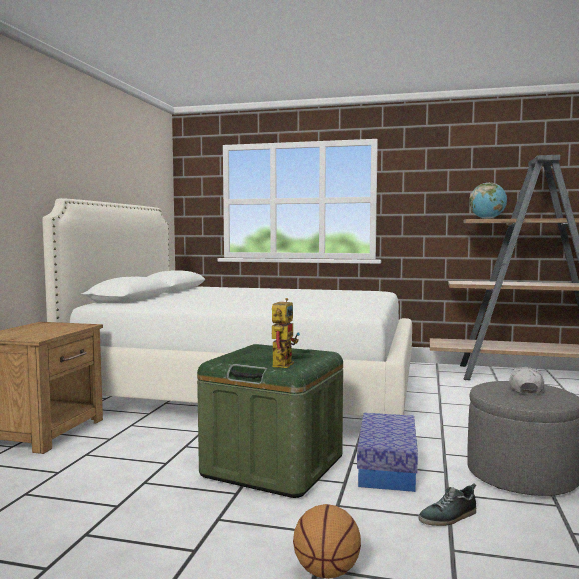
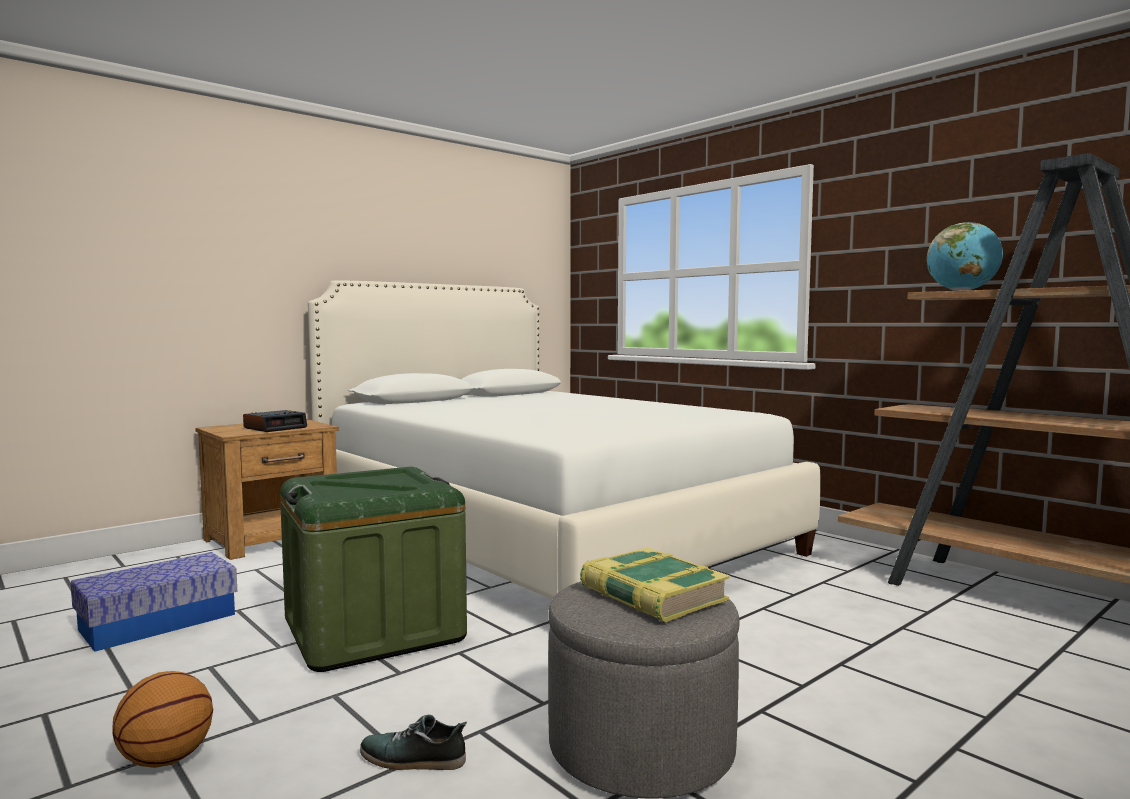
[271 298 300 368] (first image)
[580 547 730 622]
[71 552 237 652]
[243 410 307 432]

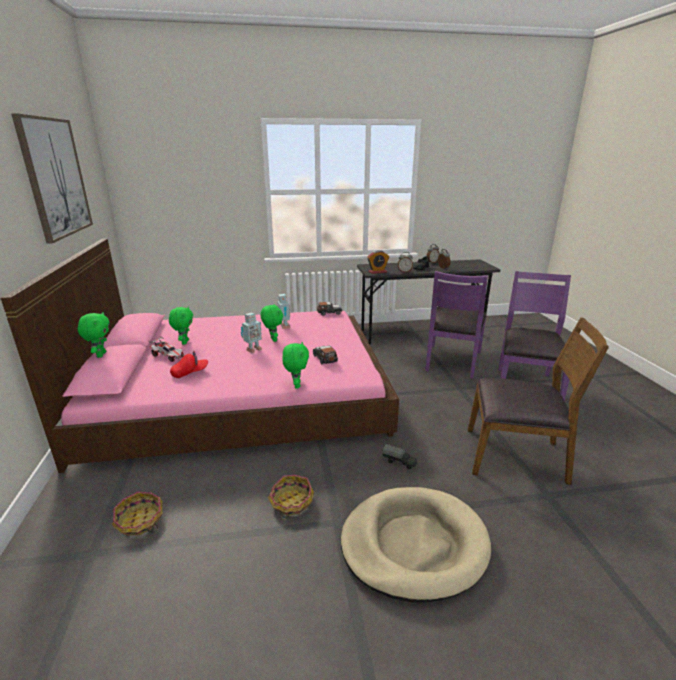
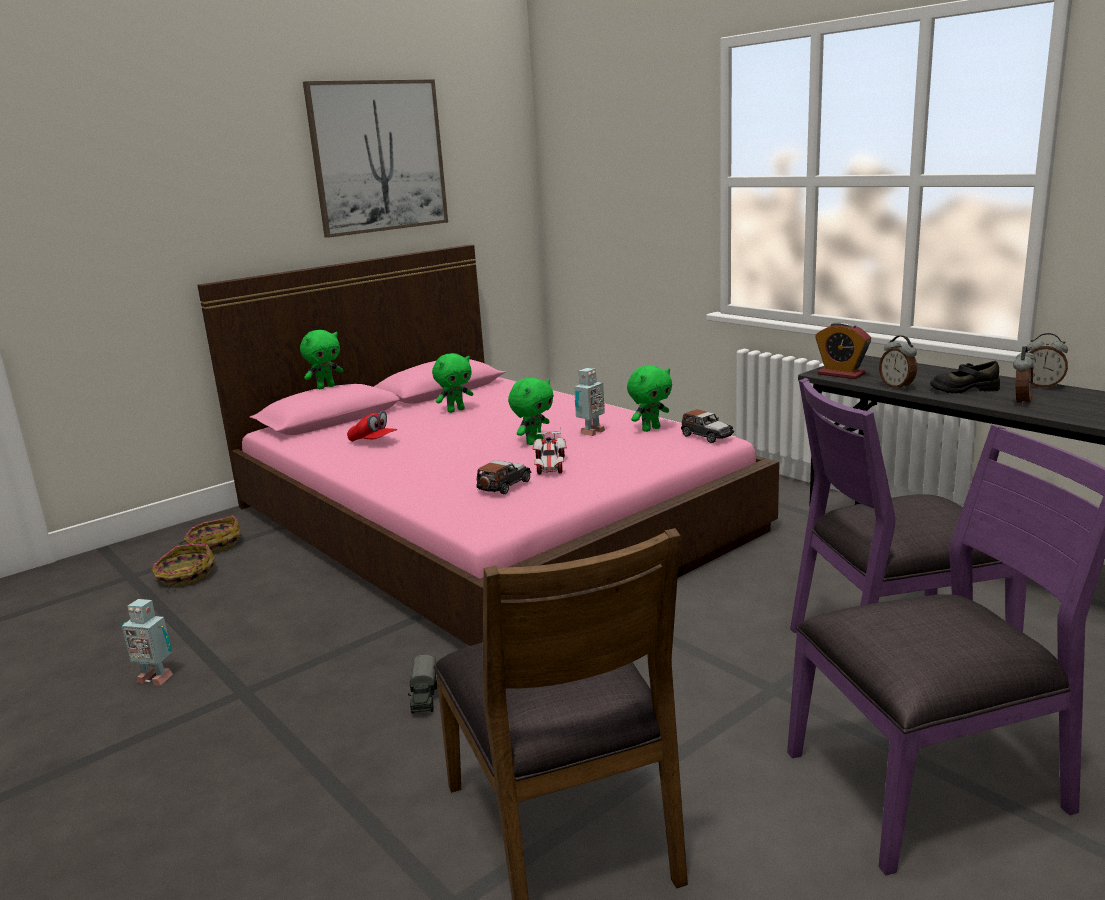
[121 599 173 685]
[533 427 567 475]
[627 365 672 432]
[178 515 241 553]
[341 487 491 602] (first image)

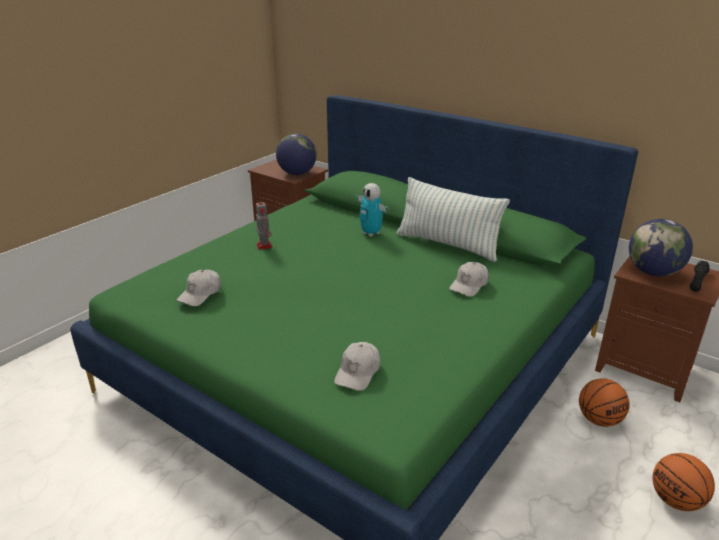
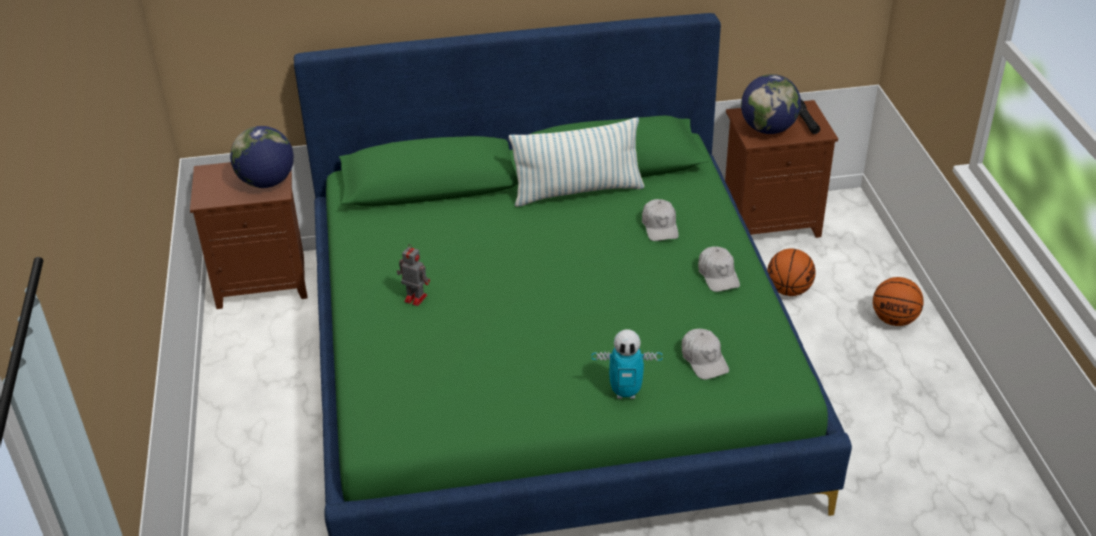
[592 329 663 399]
[698 246 740 292]

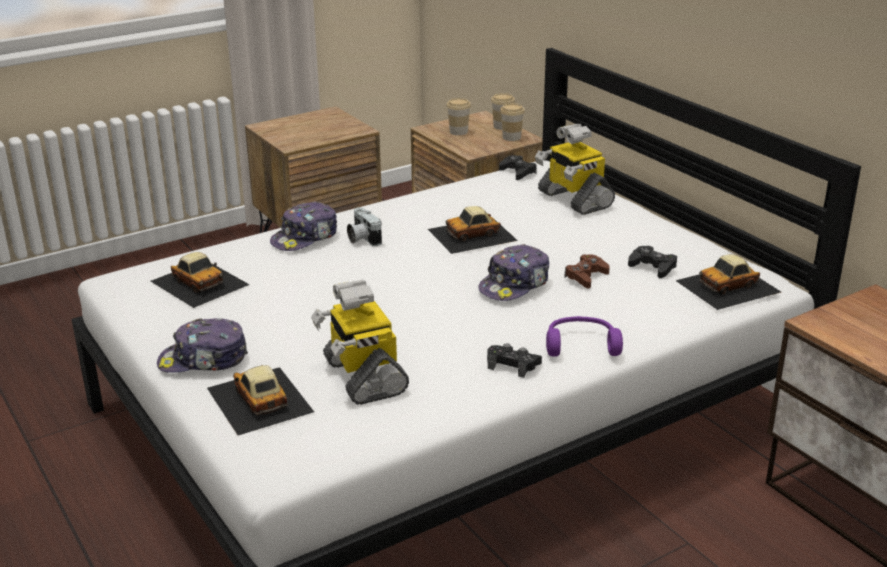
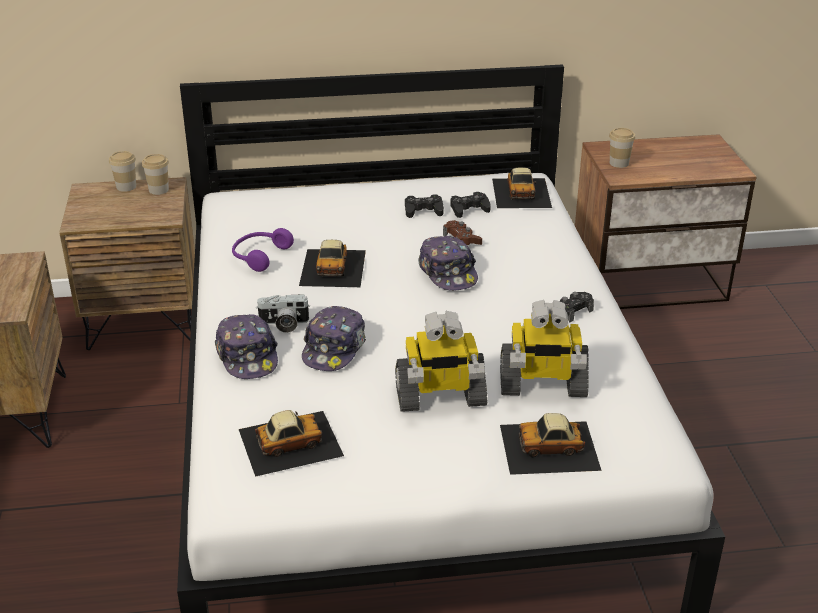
[609 128 635 168]
[395 311 487 412]
[405 194 444 218]
[232 228 294 272]
[302 306 366 371]

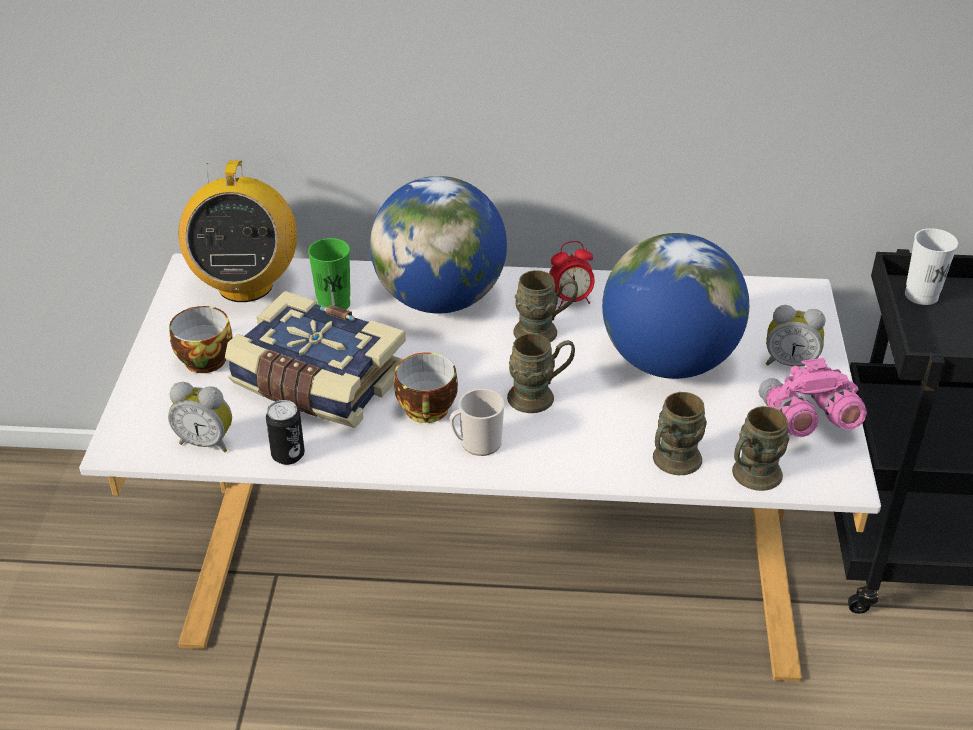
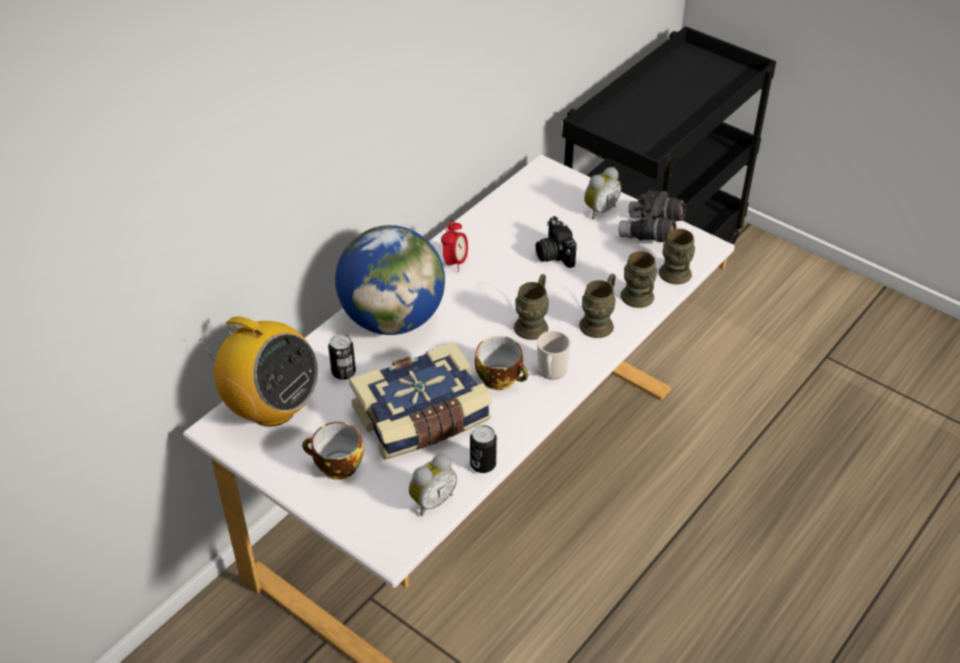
[905 228 958 305] (first image)
[536 216 577 268]
[328 334 356 380]
[579 274 616 338]
[618 189 686 242]

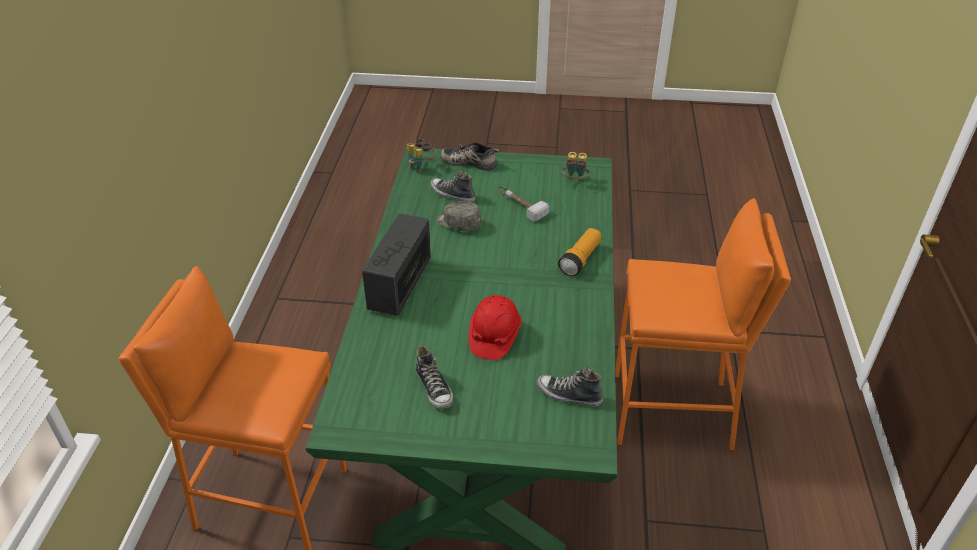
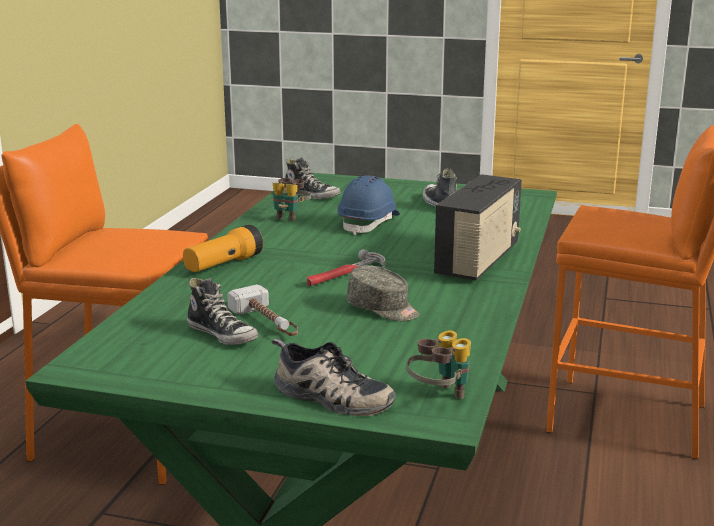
[273 178 311 222]
[187 278 258 345]
[337 175 400 235]
[307 249 385 286]

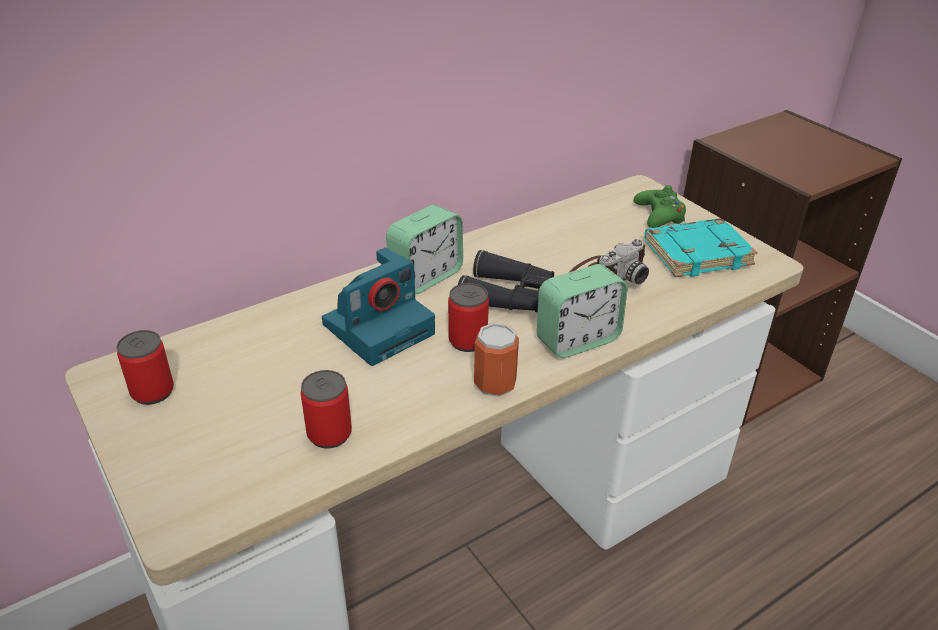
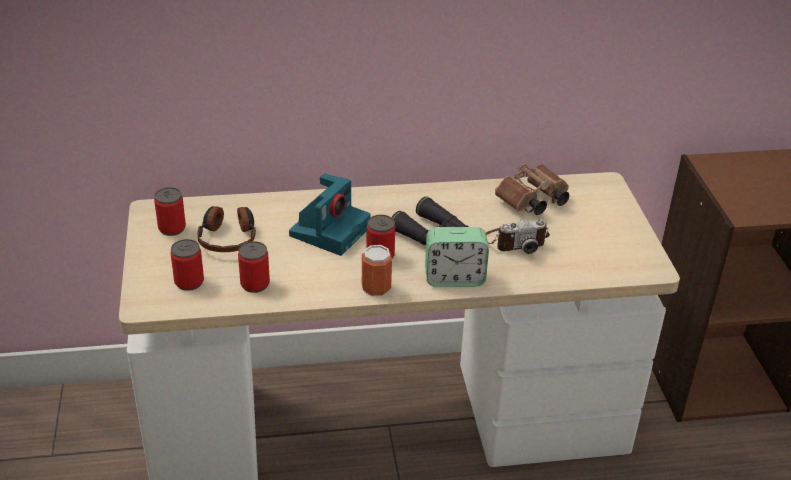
[633 185 686 228] (first image)
[386 205 463 294] (first image)
[644 218 758 277] (first image)
[289 173 371 256]
[495 164 569 215]
[197 206 256 252]
[171 239 204 291]

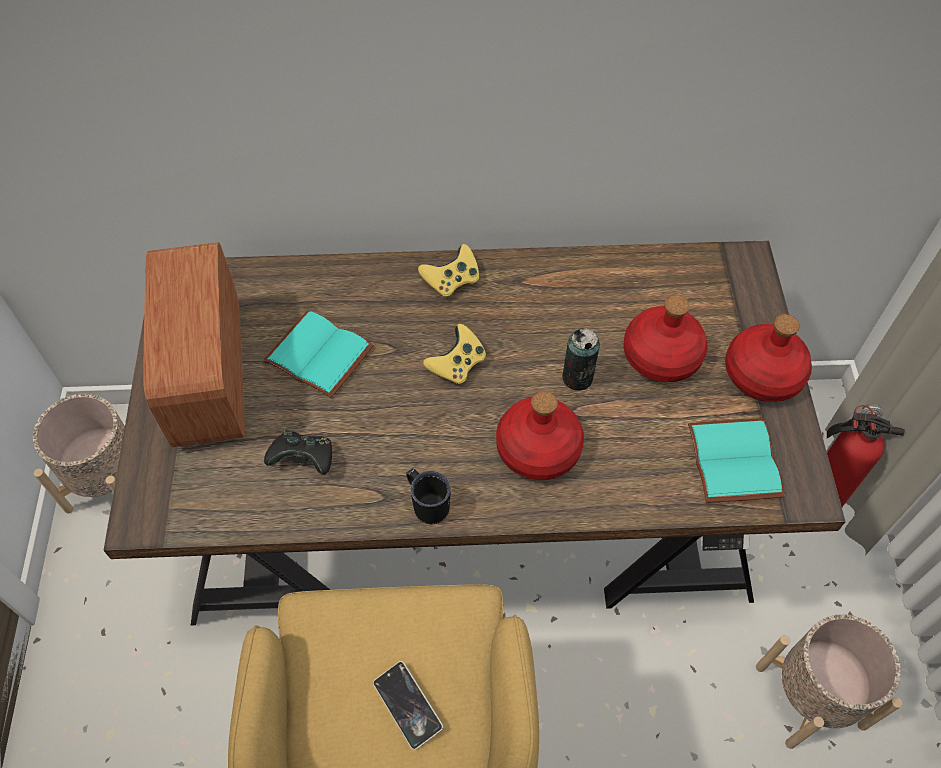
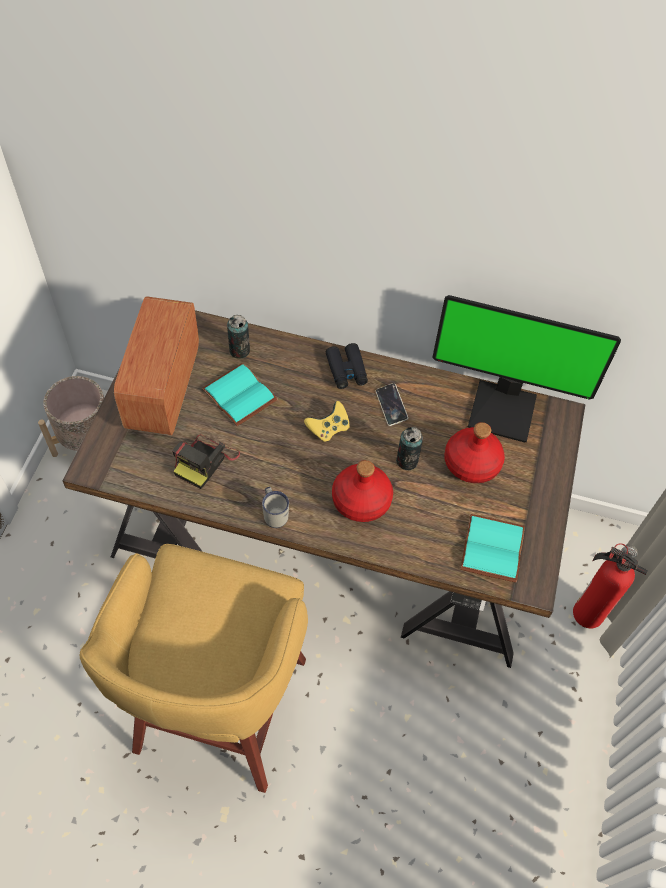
[326 343 368 389]
[725 314 812 402] (first image)
[172 435 240 489]
[262 487 289 528]
[756 614 903 749] (first image)
[376 383 408 426]
[432 295 621 442]
[227 315 250 359]

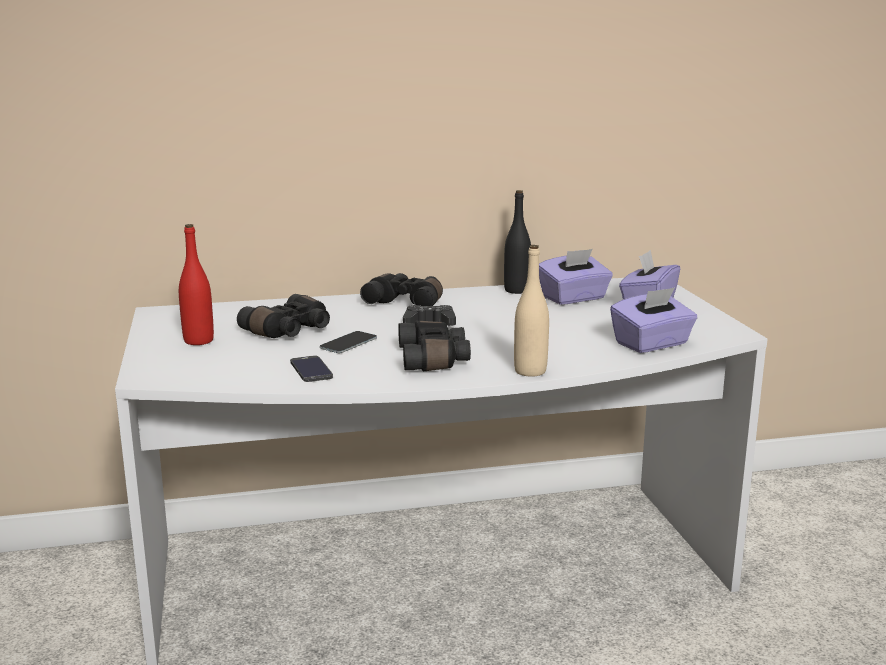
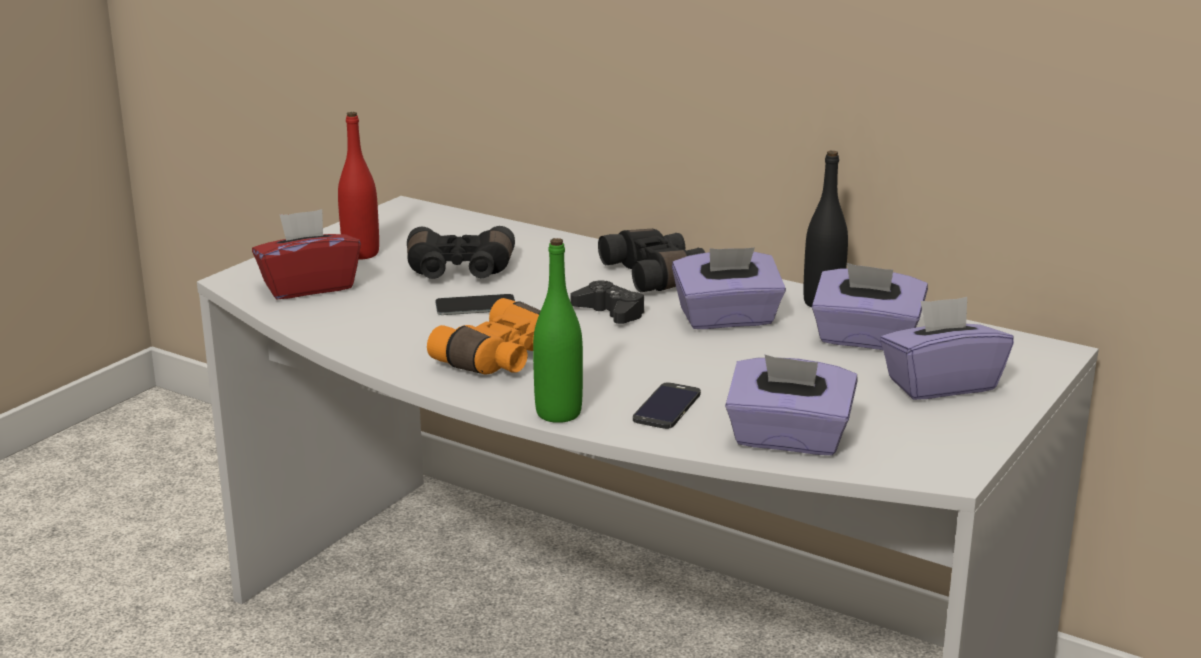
[533 238 583 423]
[427 298 541 375]
[633 382 701 429]
[252 209 361 299]
[672 247 786 329]

